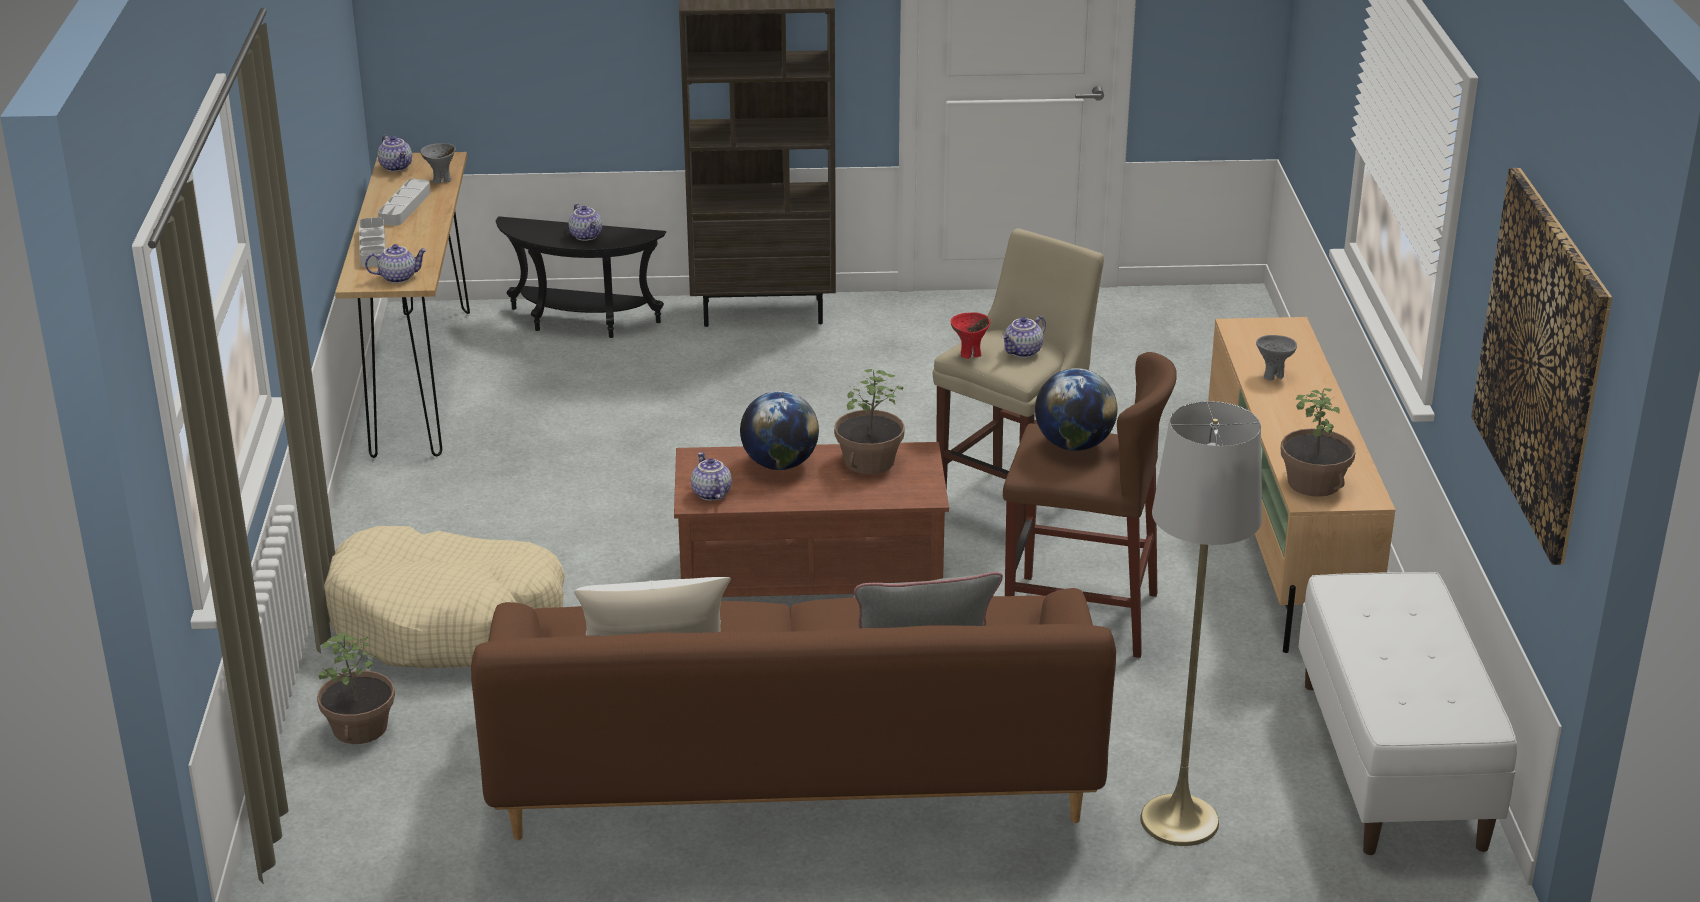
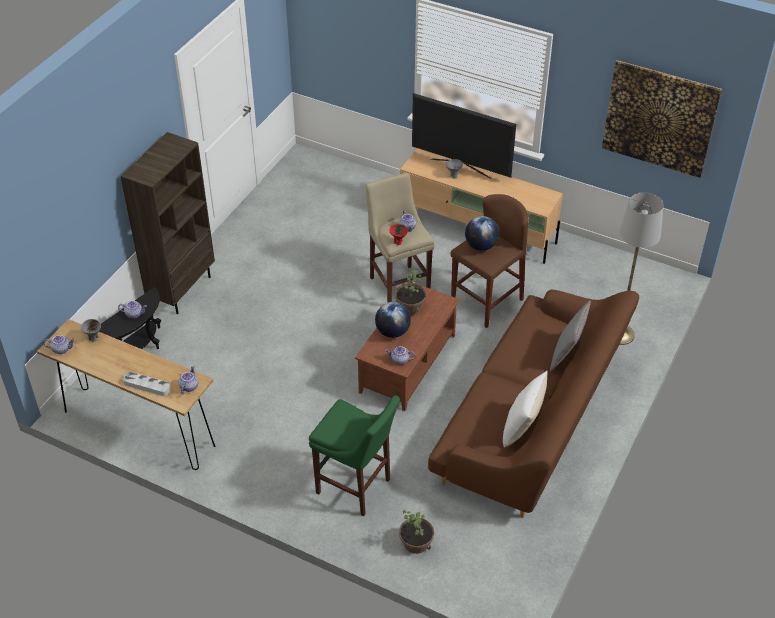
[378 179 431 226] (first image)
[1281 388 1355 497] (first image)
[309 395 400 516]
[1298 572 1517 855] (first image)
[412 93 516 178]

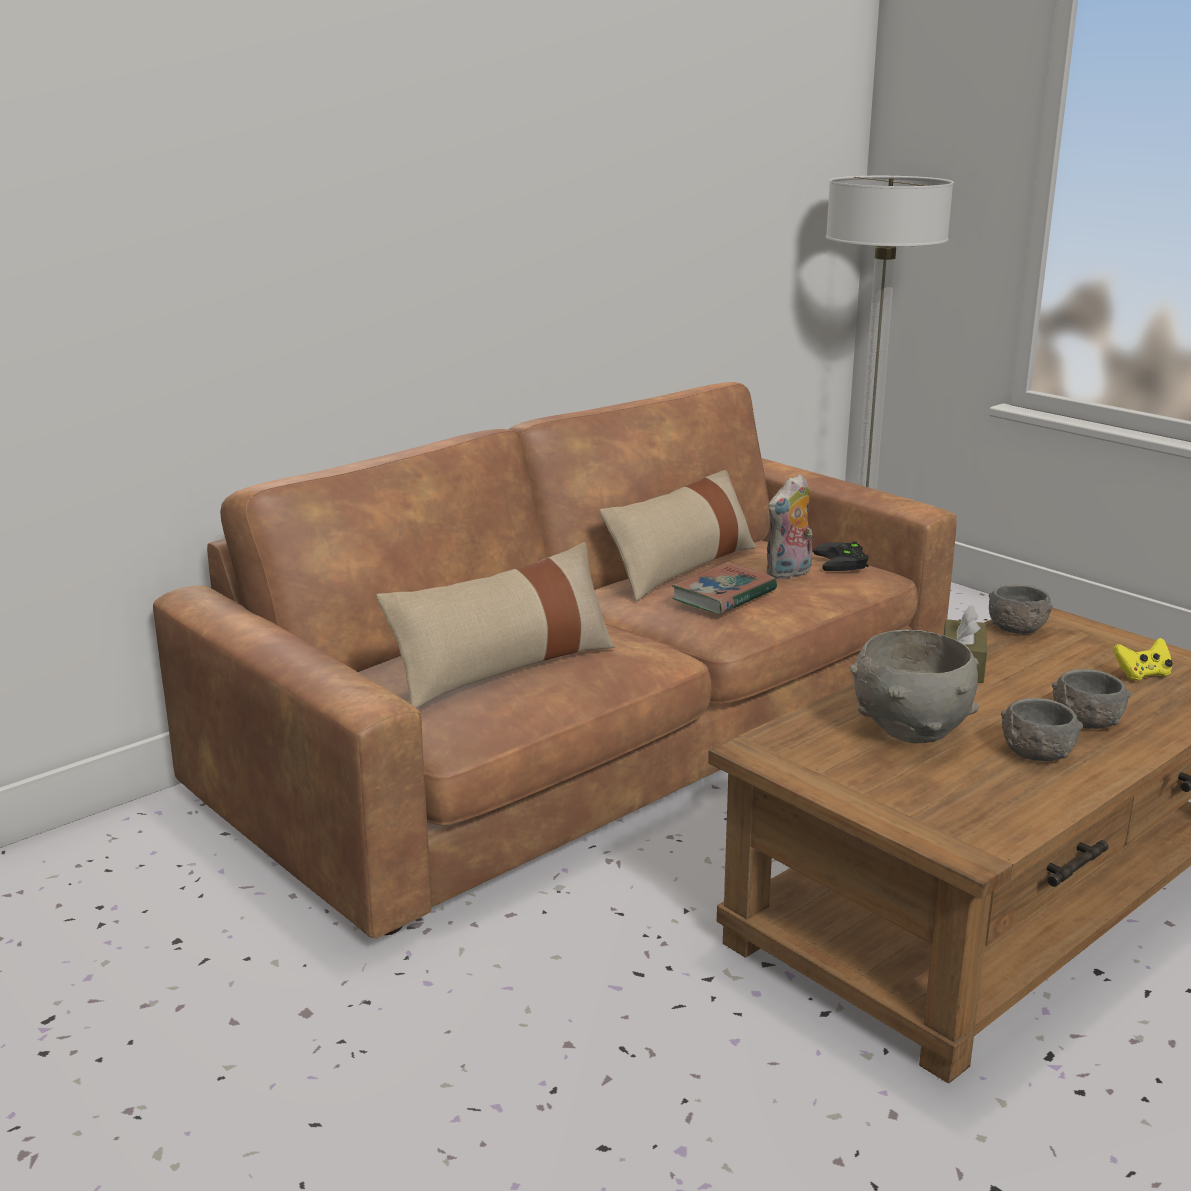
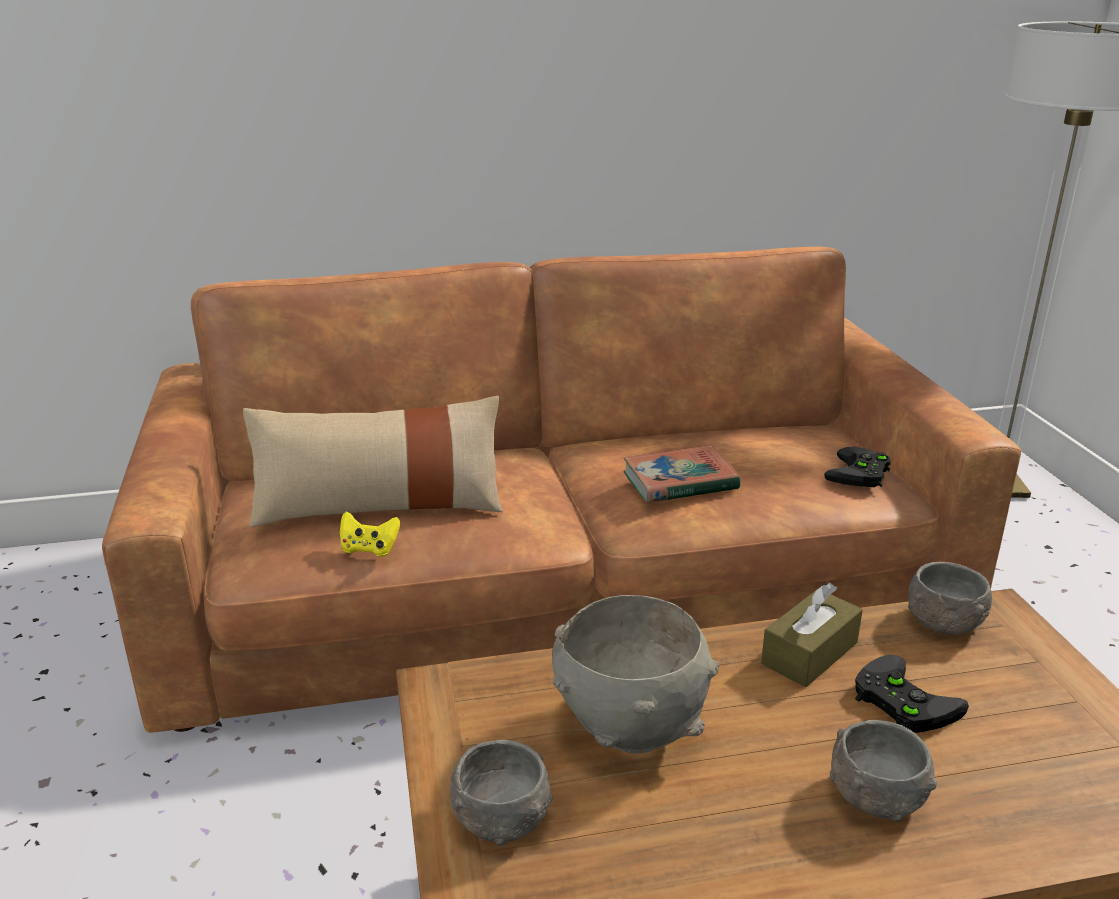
[599 470 756 601] (first image)
[765 474 812 579] (first image)
[340 511 400 557]
[449 740 552 845]
[855 655 969 733]

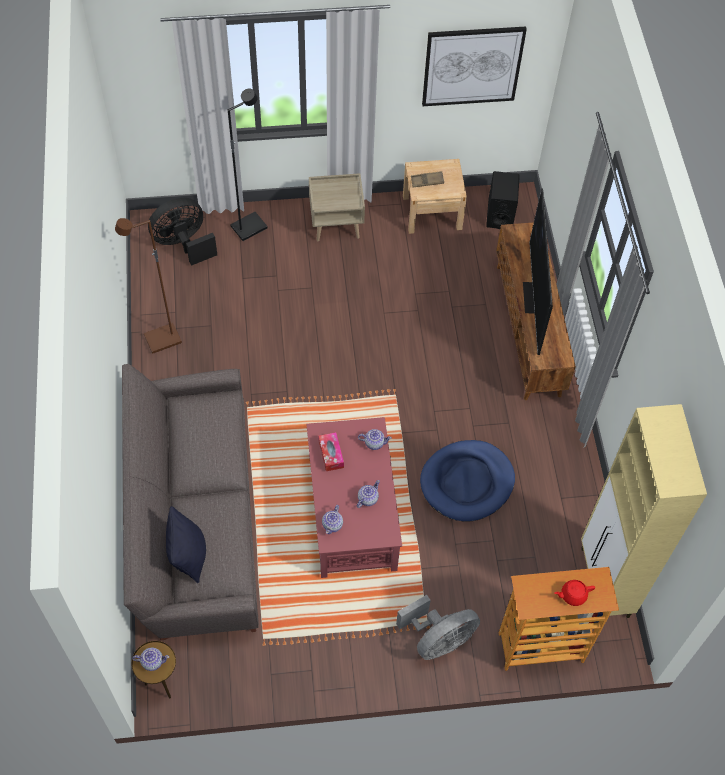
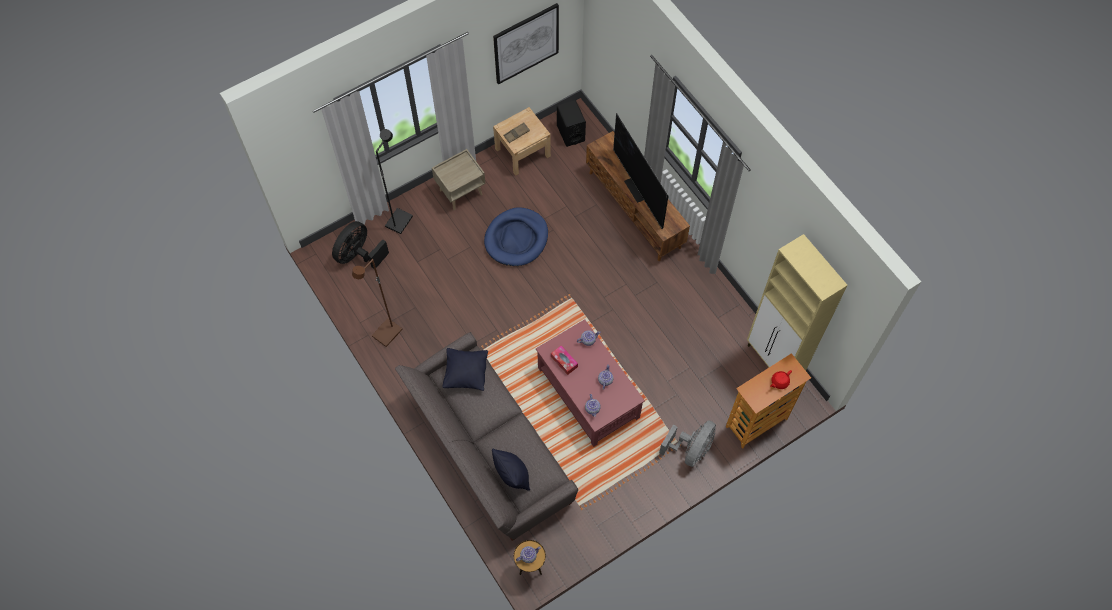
[484 207 548 266]
[442 348 488 391]

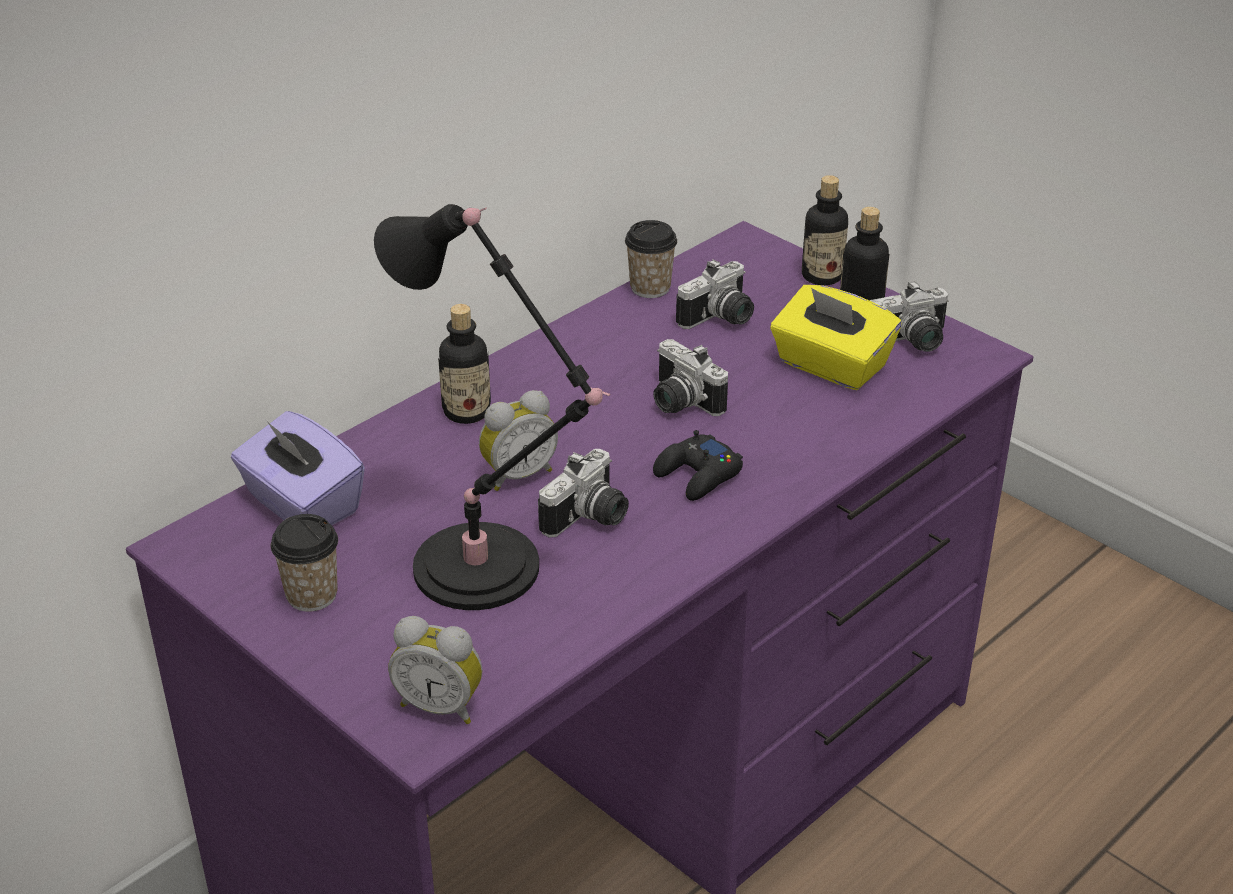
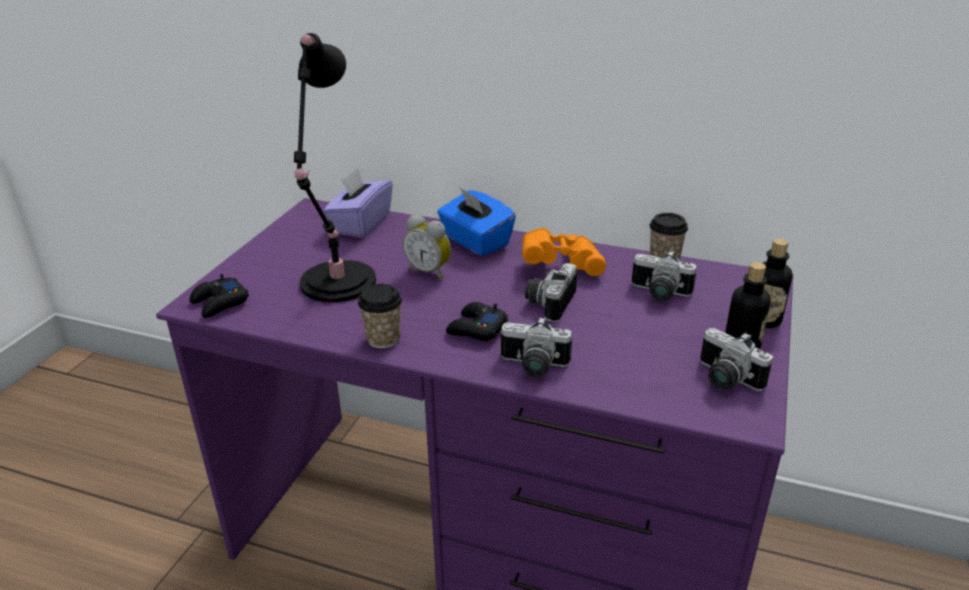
[770 285 901 390] (first image)
[437 188 516 256]
[501 317 572 378]
[358 284 402 349]
[190 274 249 318]
[522 228 606 276]

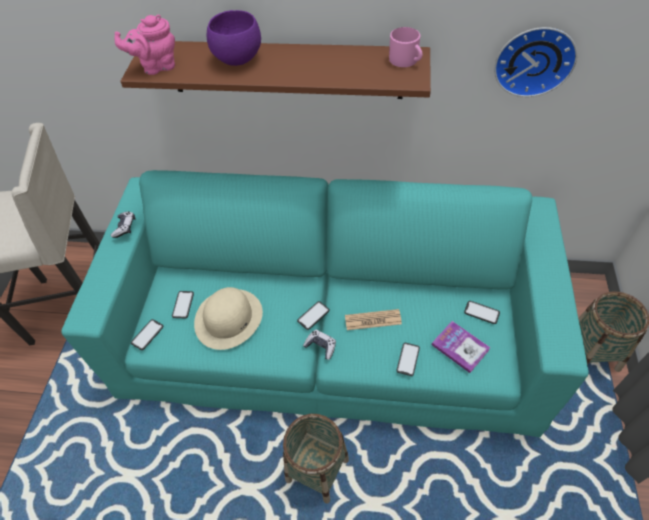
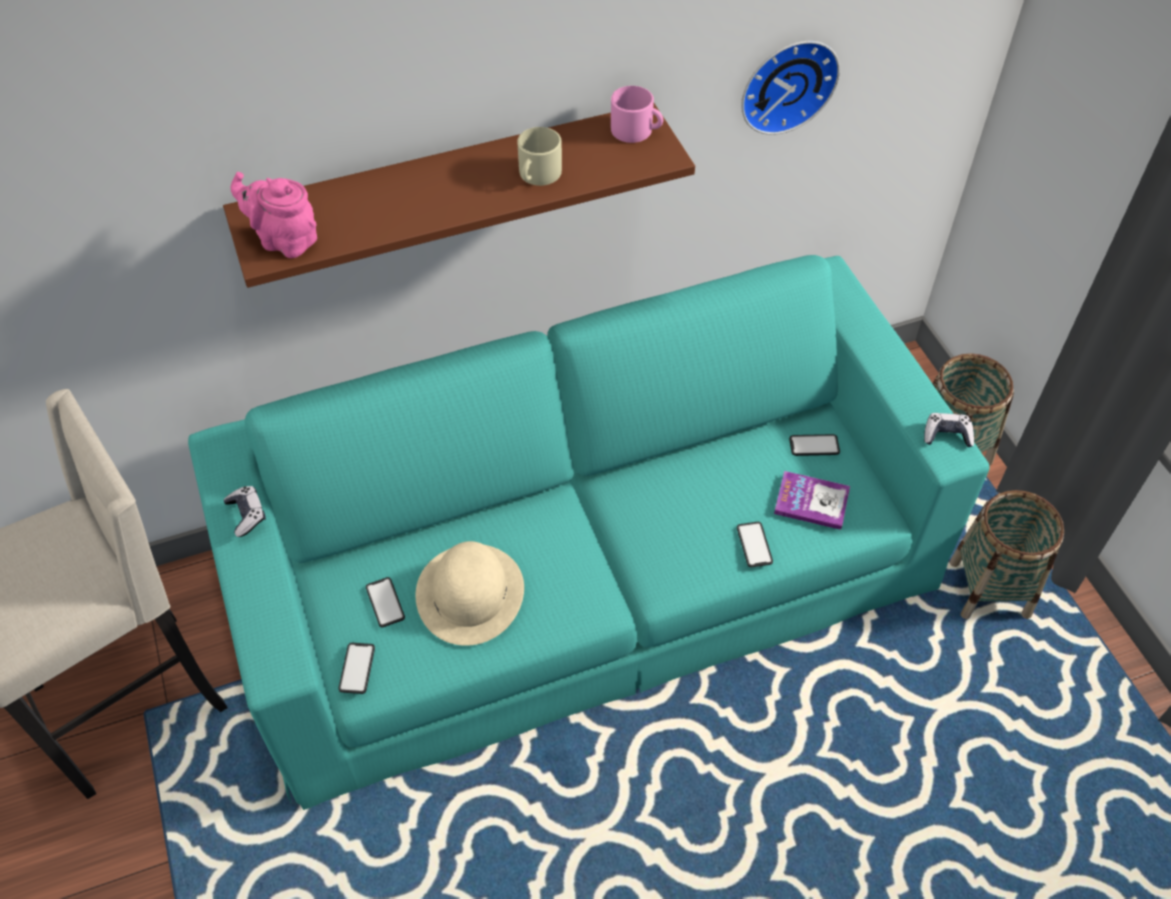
[207 10 261 66] (first image)
[231 172 317 258]
[297 301 330 330] (first image)
[345 309 402 330] (first image)
[924 413 974 447]
[950 490 1064 619]
[517 127 562 186]

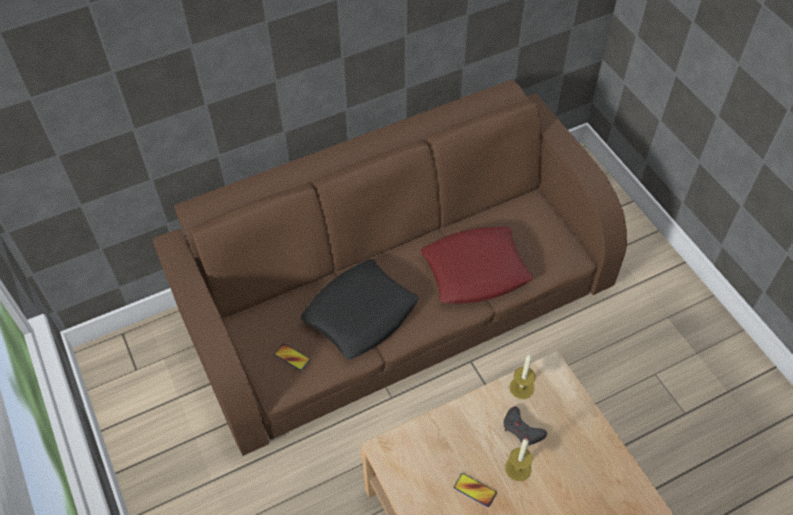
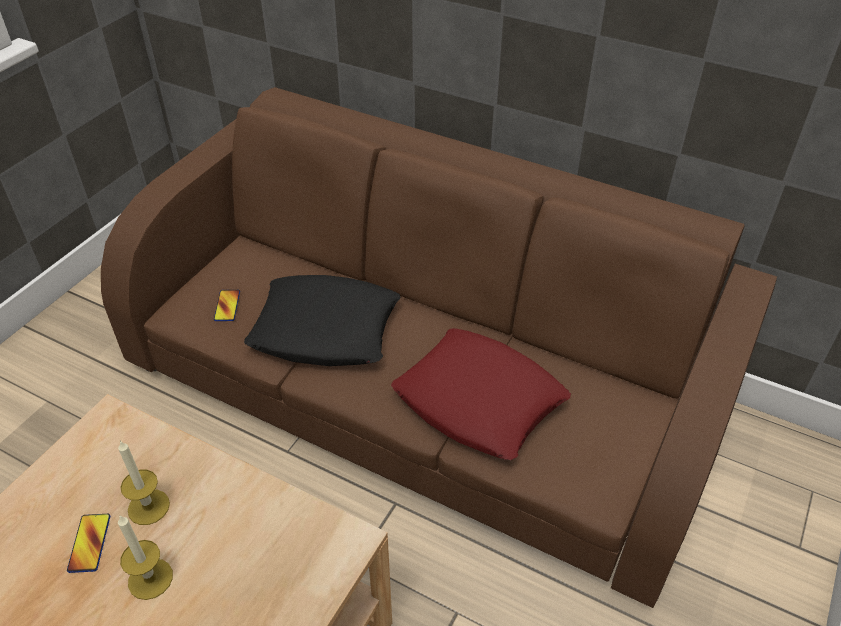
[118 440 170 525]
[503 406 547 445] (first image)

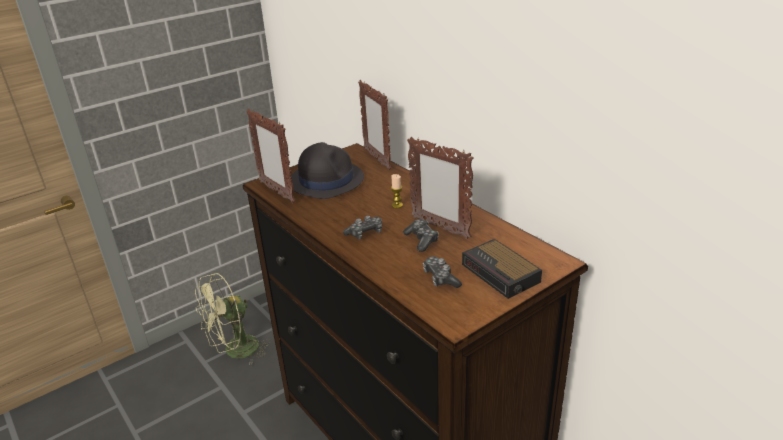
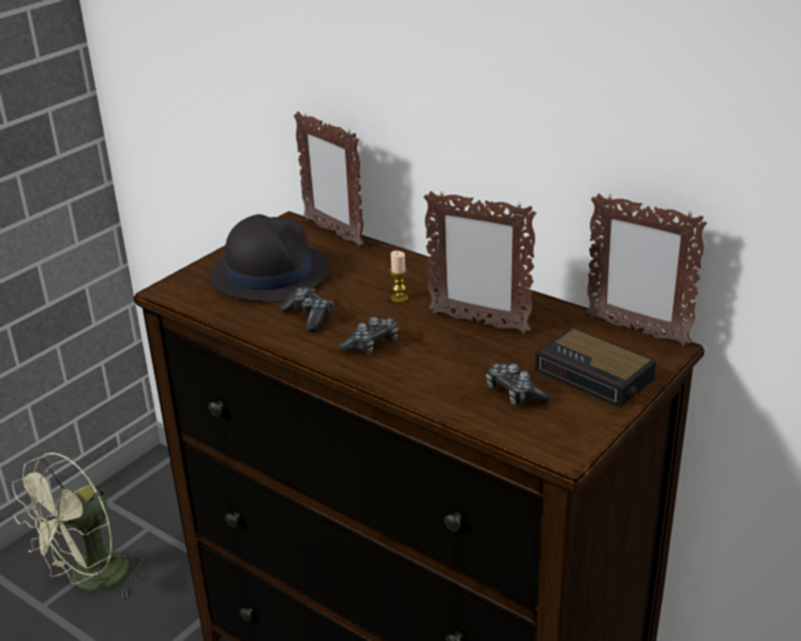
[586 194 707 346]
[280 287 333 331]

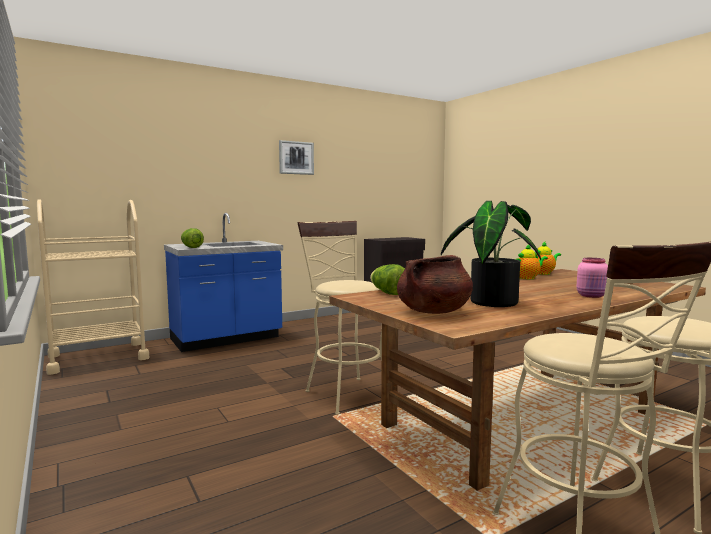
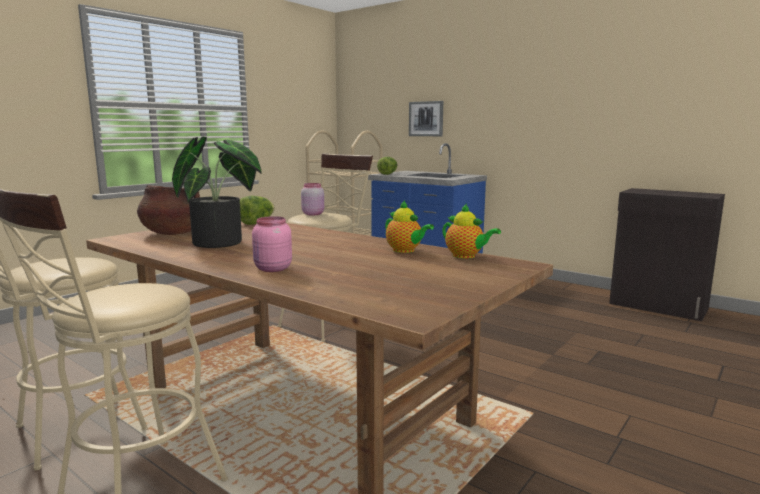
[409 101 443 136]
[301 183 324 215]

